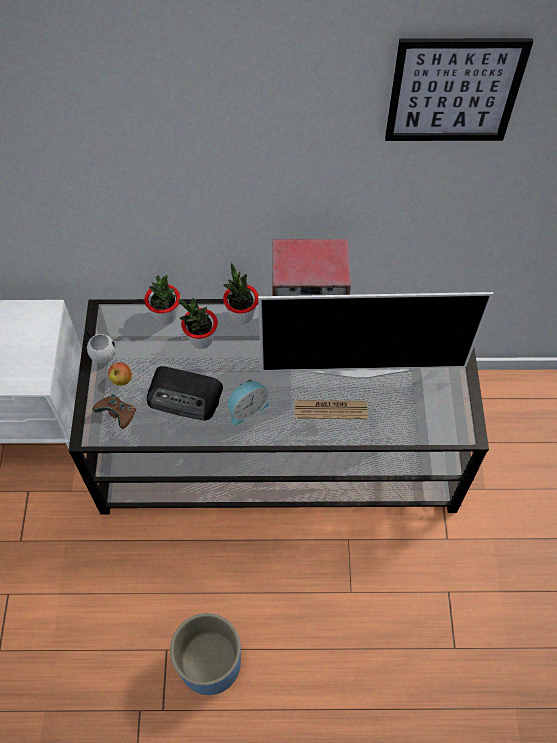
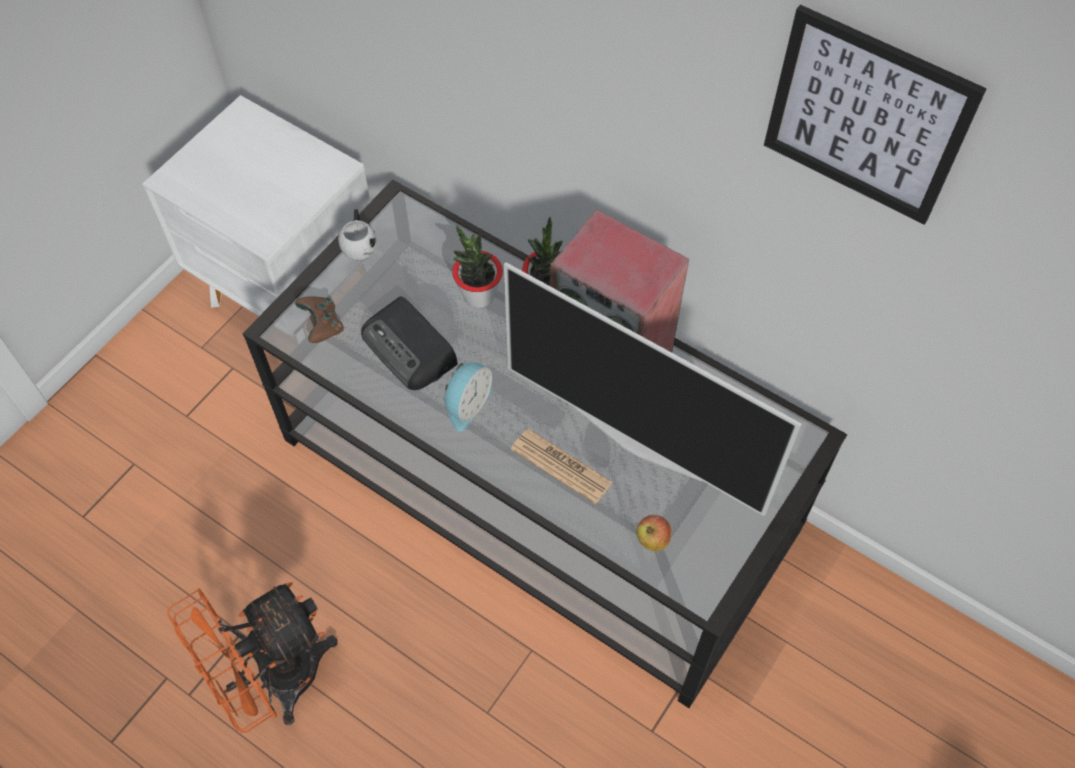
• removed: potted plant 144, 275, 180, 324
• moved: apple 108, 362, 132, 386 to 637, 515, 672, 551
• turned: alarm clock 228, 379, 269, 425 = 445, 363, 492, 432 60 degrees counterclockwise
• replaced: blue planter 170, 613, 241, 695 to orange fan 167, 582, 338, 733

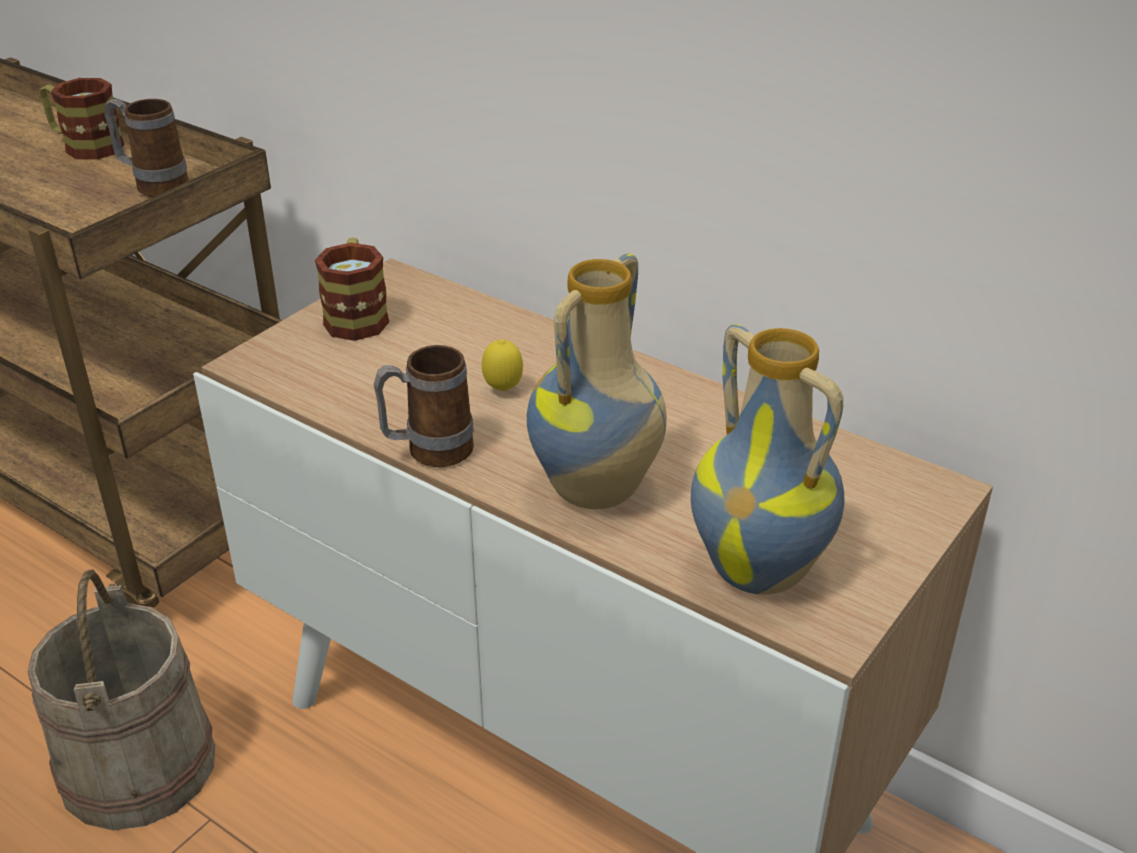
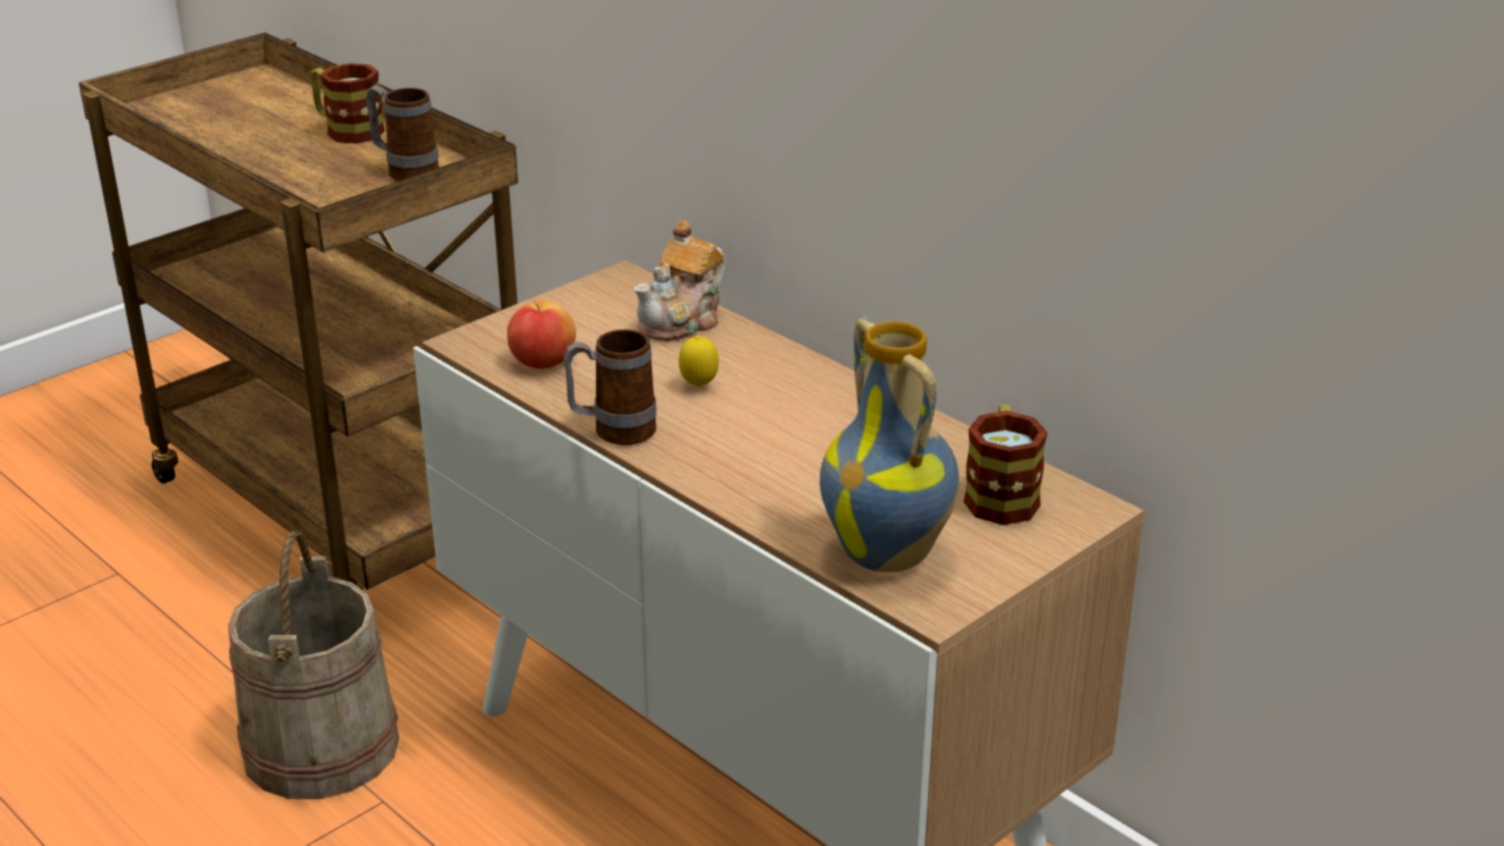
• moved: mug 315, 238, 389, 341 to 963, 404, 1048, 525
• removed: vase 527, 254, 667, 509
• added: teapot 633, 220, 726, 341
• added: apple 507, 300, 576, 369

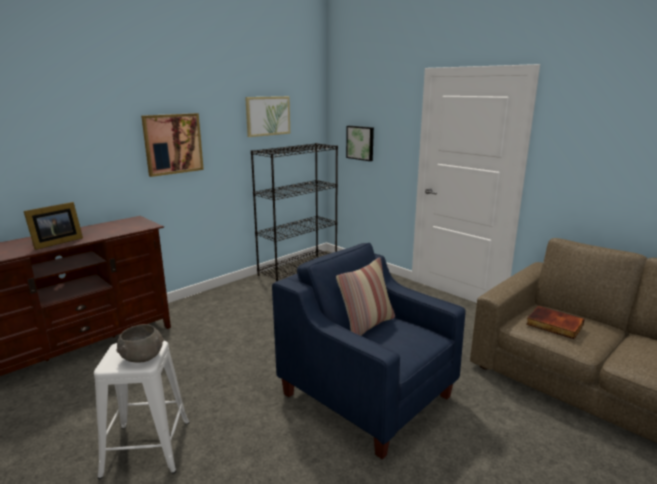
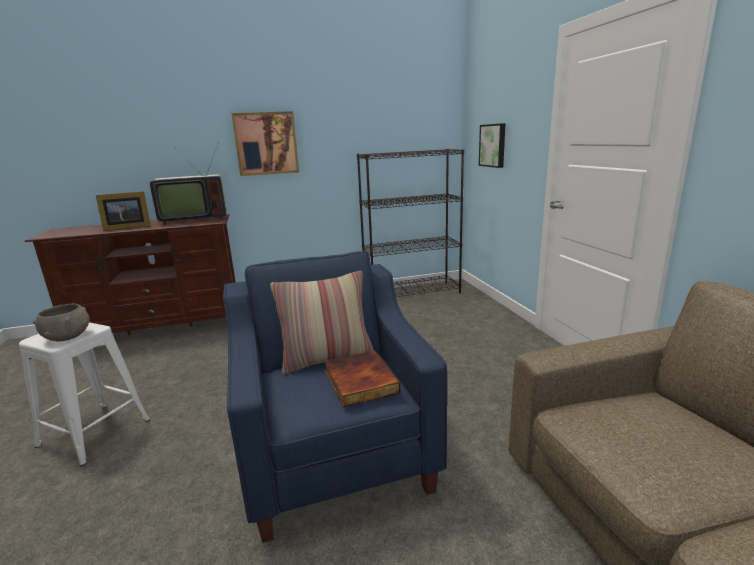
• removed: picture 245, 96, 290, 137
• moved: book 526, 306, 585, 339 to 324, 350, 401, 407
• added: television 150, 142, 227, 225

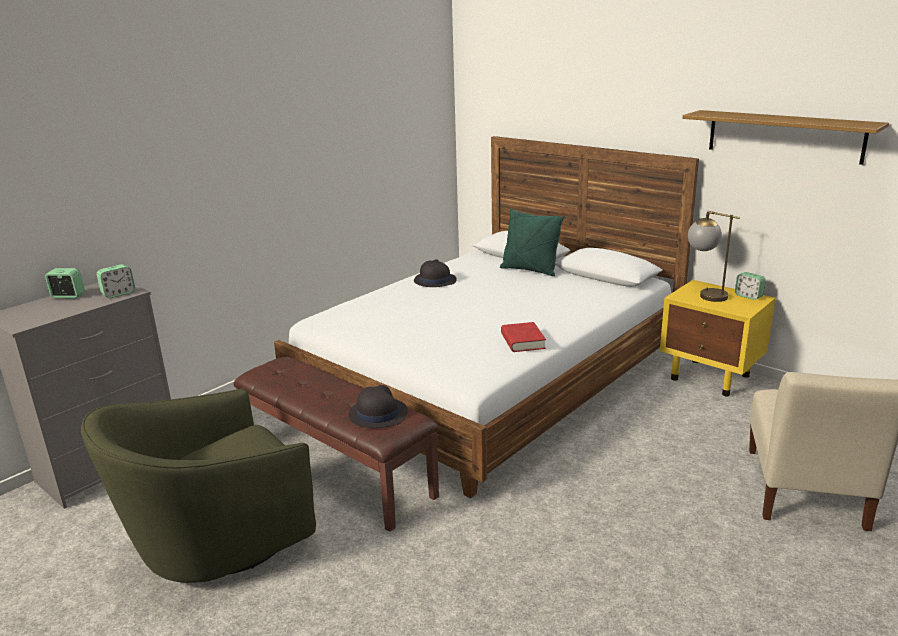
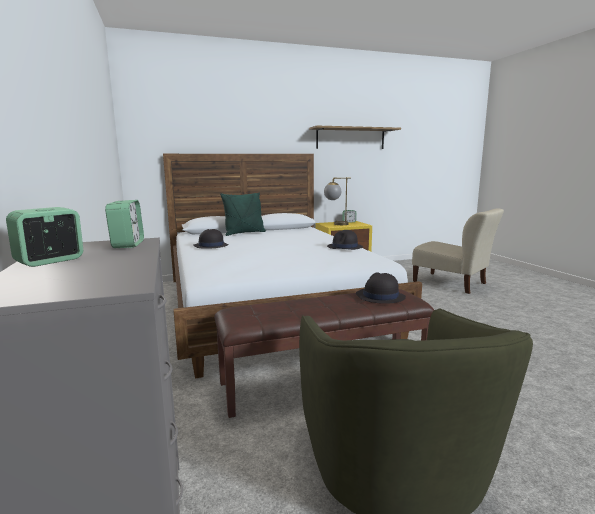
• replaced: red book 501, 322, 546, 352 to black hat 327, 230, 363, 250

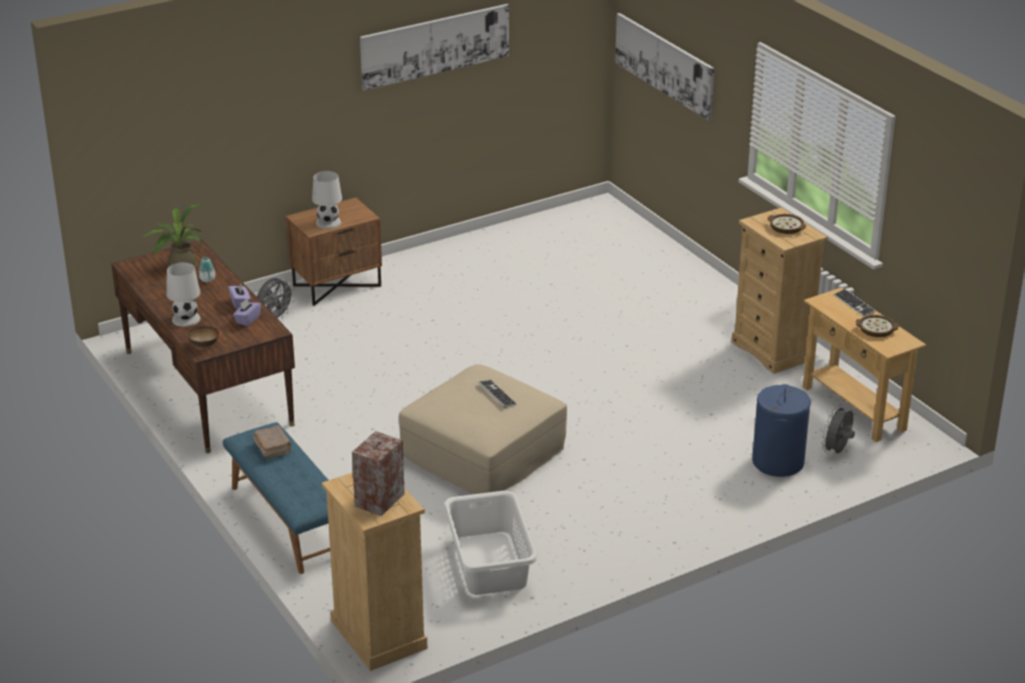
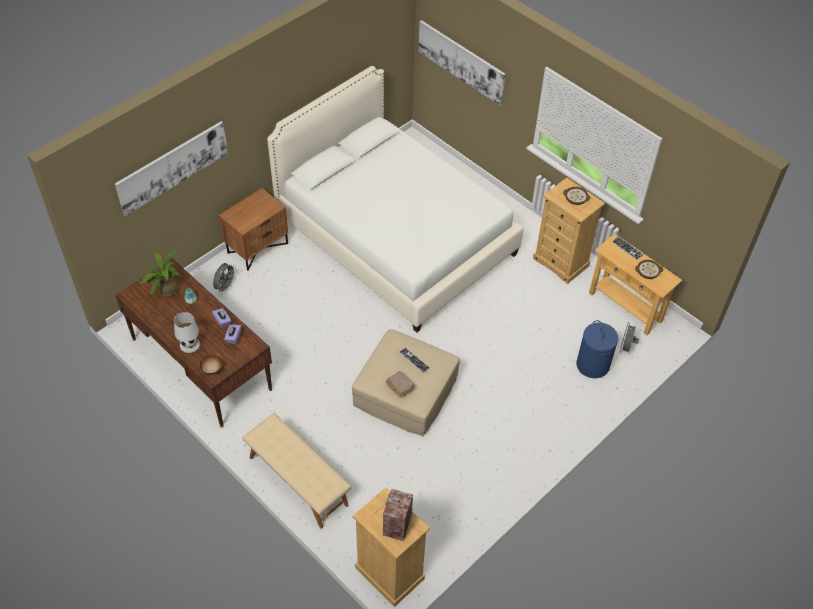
• moved: picture 360, 4, 509, 90 to 115, 121, 228, 216
• removed: white table lamp 312, 171, 342, 229
• recoloured: blue bench 223, 422, 330, 574 to beige bench 242, 413, 351, 529
• moved: brown book 253, 425, 292, 458 to 386, 371, 415, 398
• removed: white laundry basket 444, 491, 537, 595
• added: white bed 267, 66, 523, 333

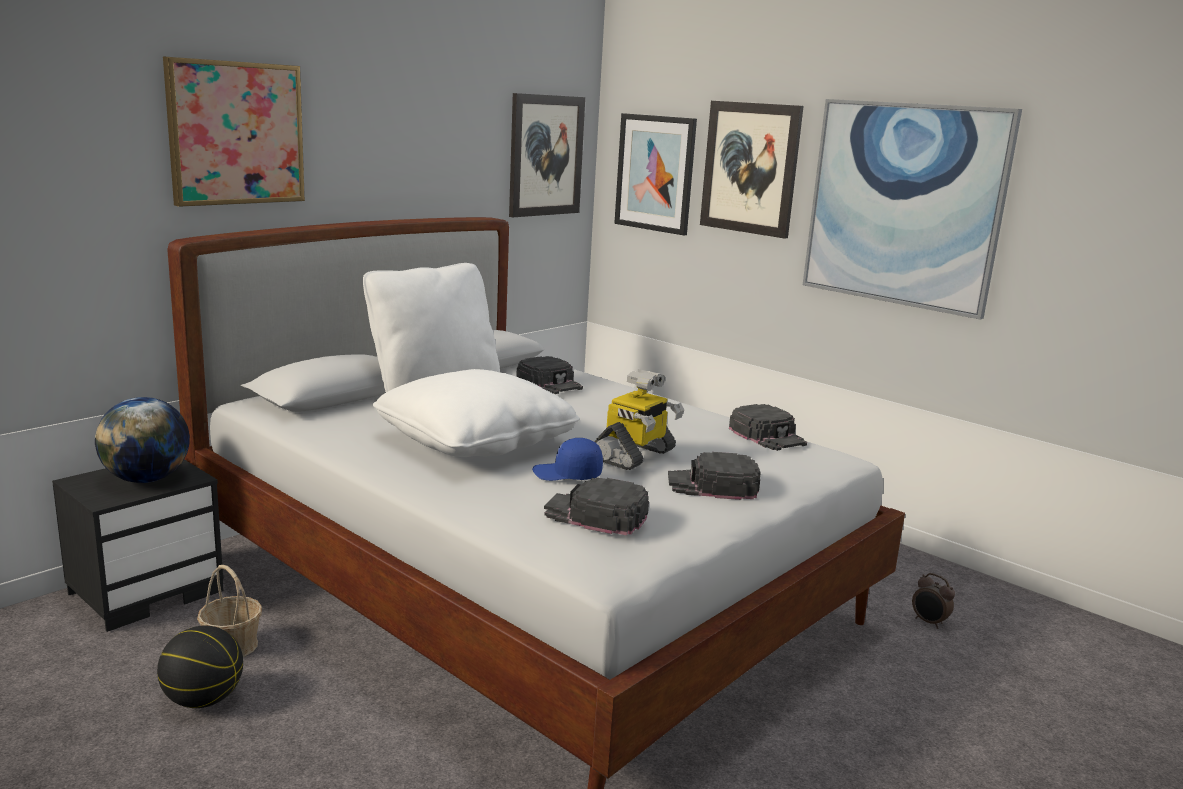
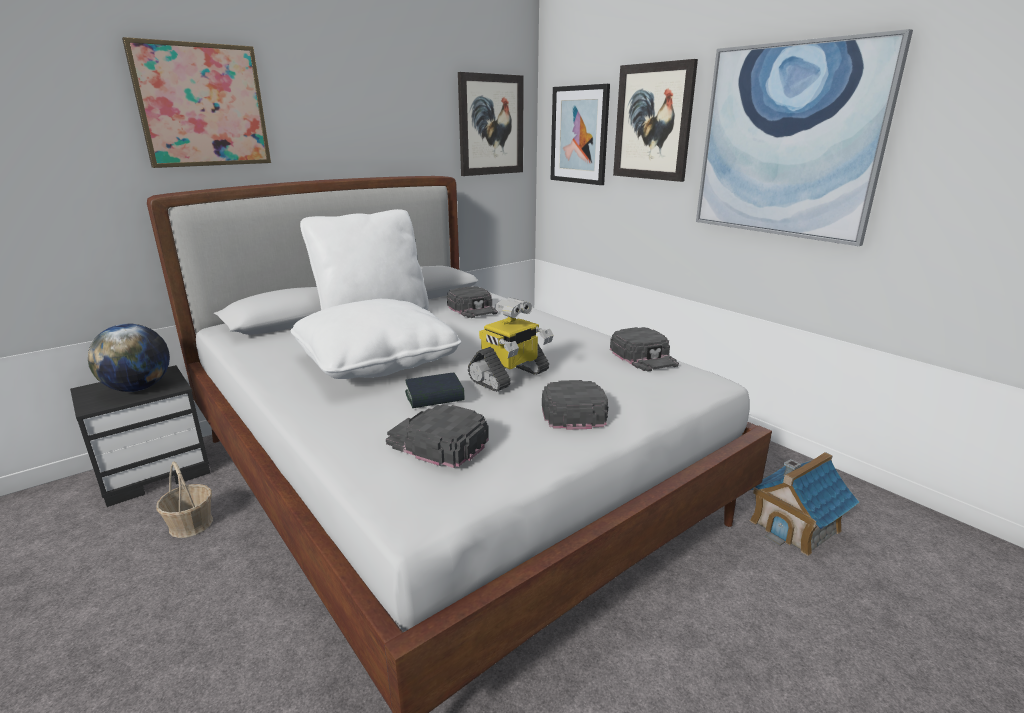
• replaced: blue cap 532, 438, 603, 481 to book 405, 372, 465, 408
• turned: black cap 668, 452, 761, 500 = 542, 380, 608, 430 75 degrees clockwise
• replaced: alarm clock 912, 573, 955, 629 to toy house 750, 452, 859, 556
• removed: basketball 157, 626, 243, 708

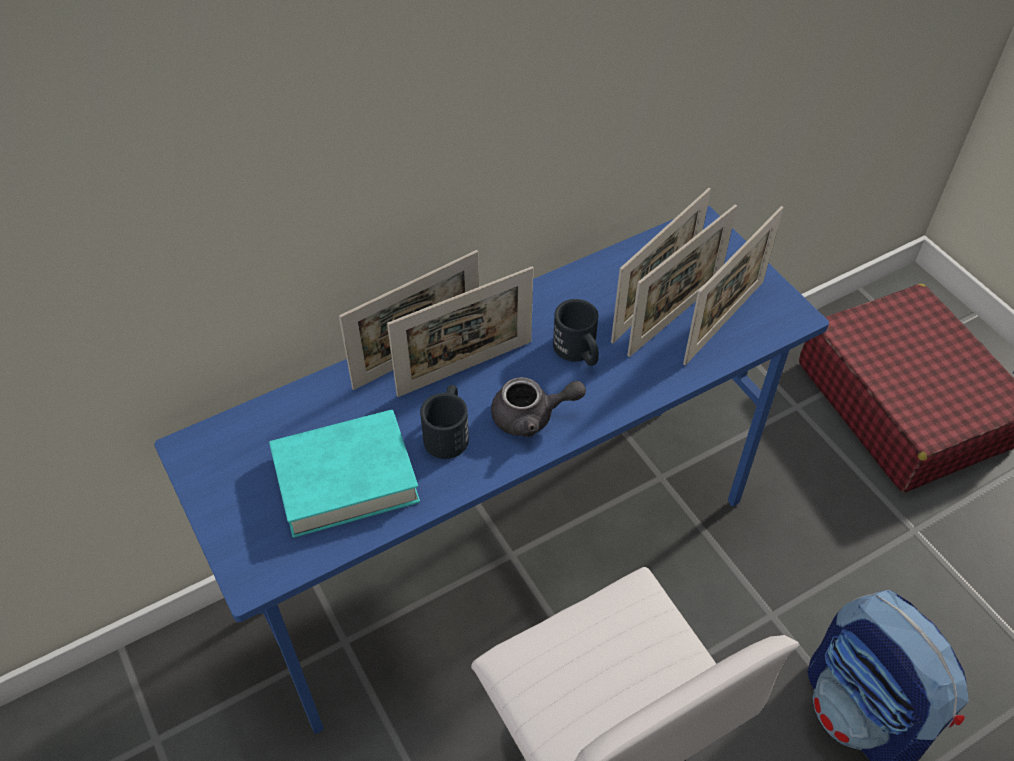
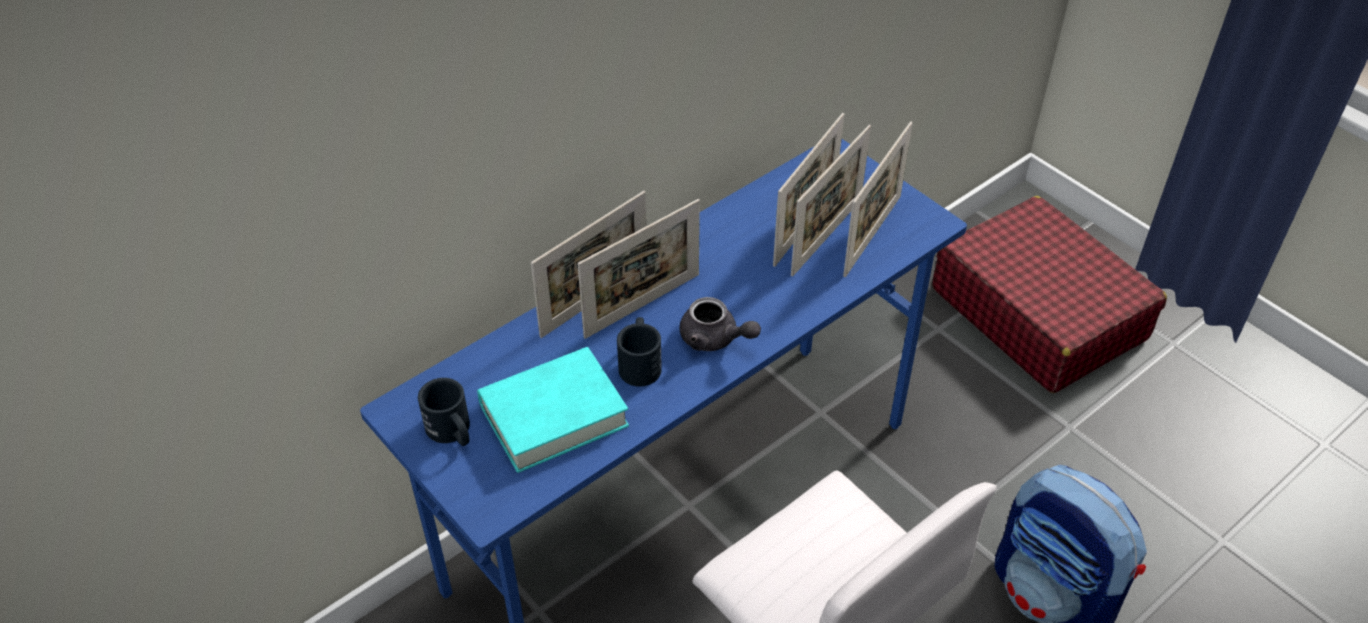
• moved: black mug 553, 299, 599, 366 to 418, 378, 470, 446
• turned: grey teapot 491, 377, 586, 437 = 680, 297, 761, 351 45 degrees clockwise

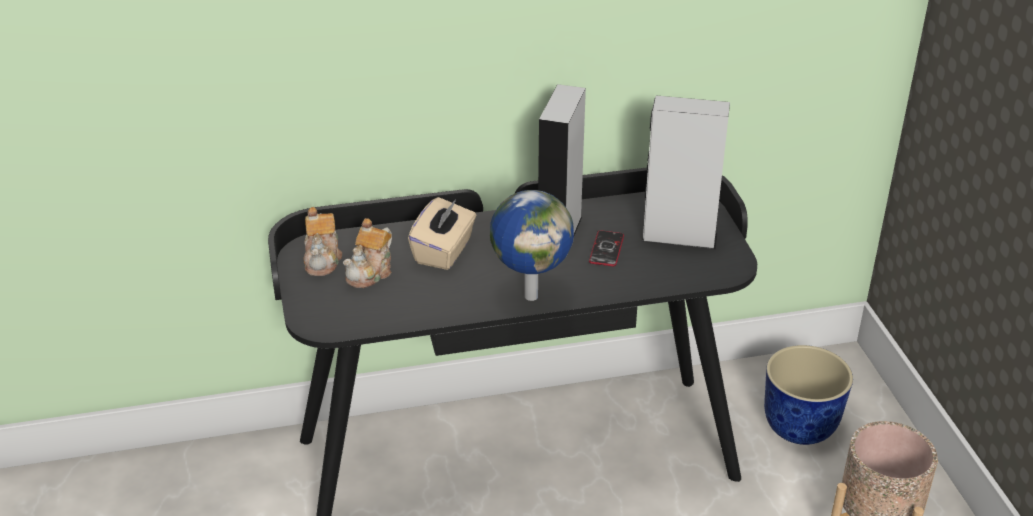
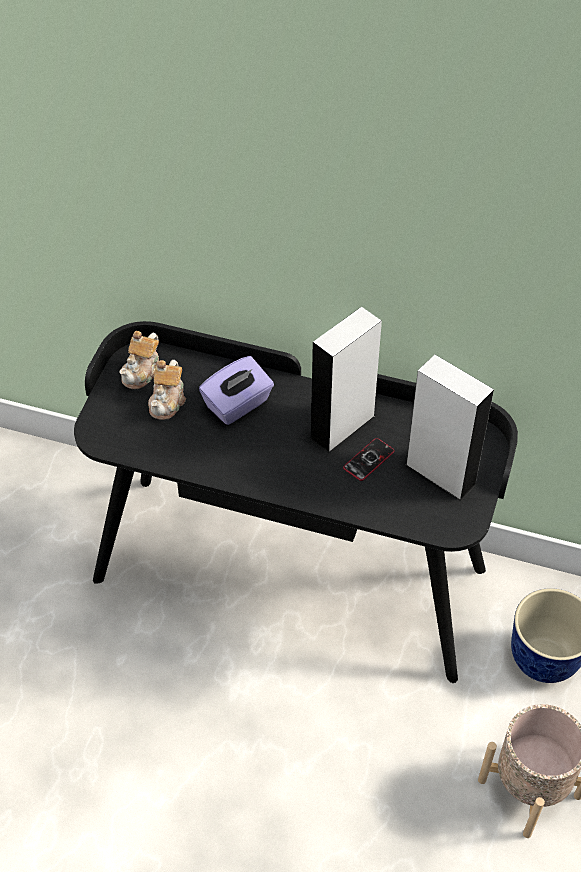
• removed: globe 490, 190, 574, 301
• recoloured: beige tissue box 408, 197, 477, 270 to purple tissue box 199, 356, 274, 425
• turned: teapot 343, 218, 392, 288 = 148, 360, 186, 420 45 degrees counterclockwise

